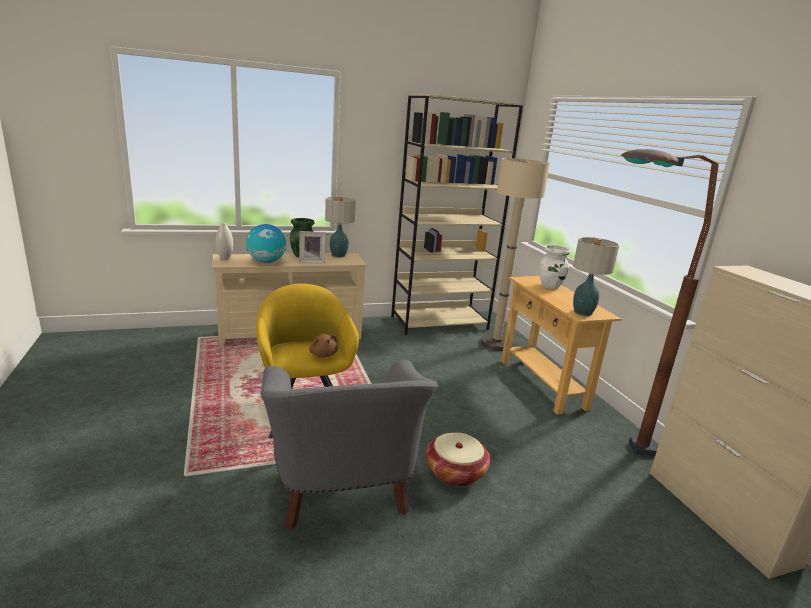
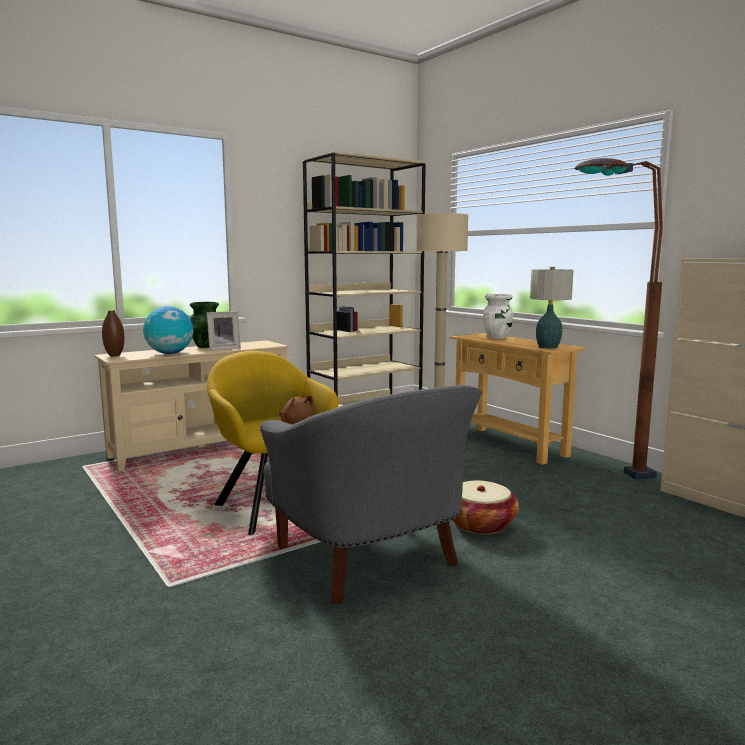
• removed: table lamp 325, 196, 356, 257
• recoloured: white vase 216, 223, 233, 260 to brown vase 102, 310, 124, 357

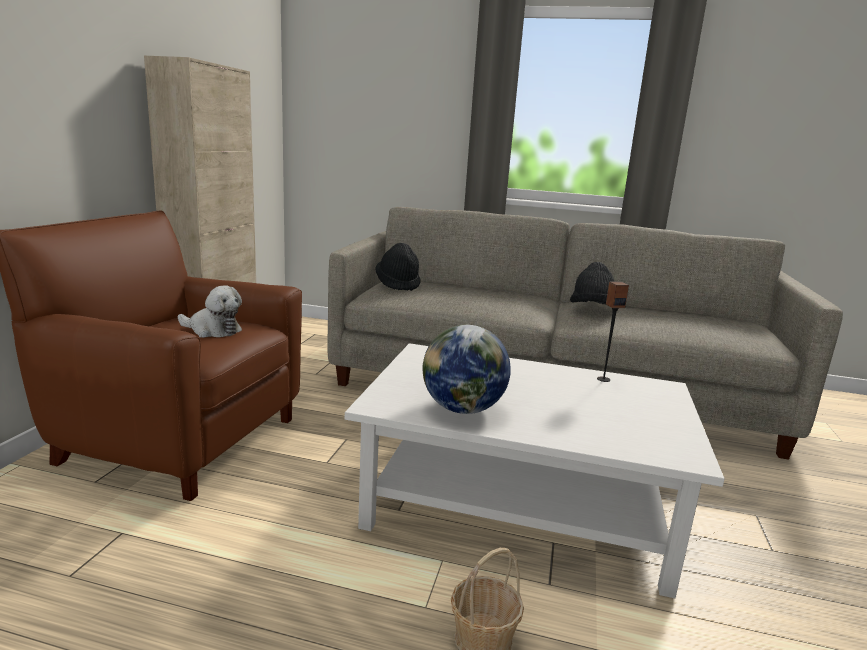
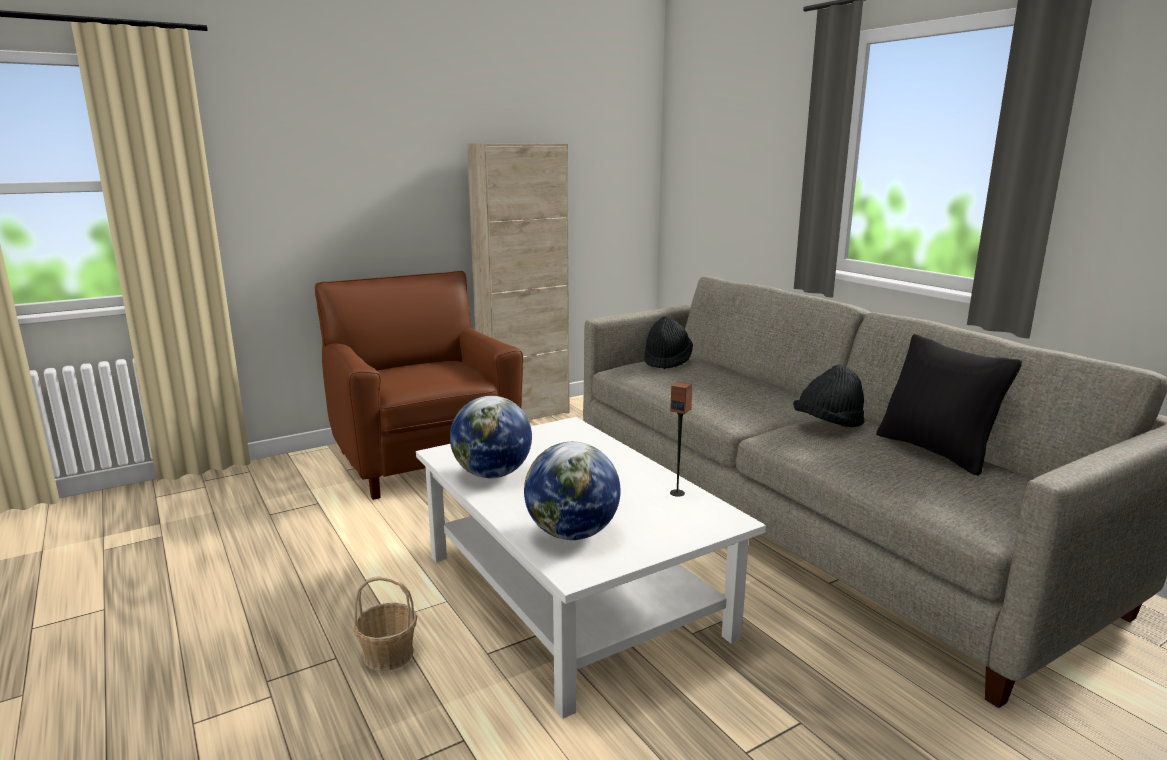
• removed: plush toy 178, 285, 242, 338
• added: black pillow 876, 334, 1022, 476
• added: globe 524, 442, 621, 540

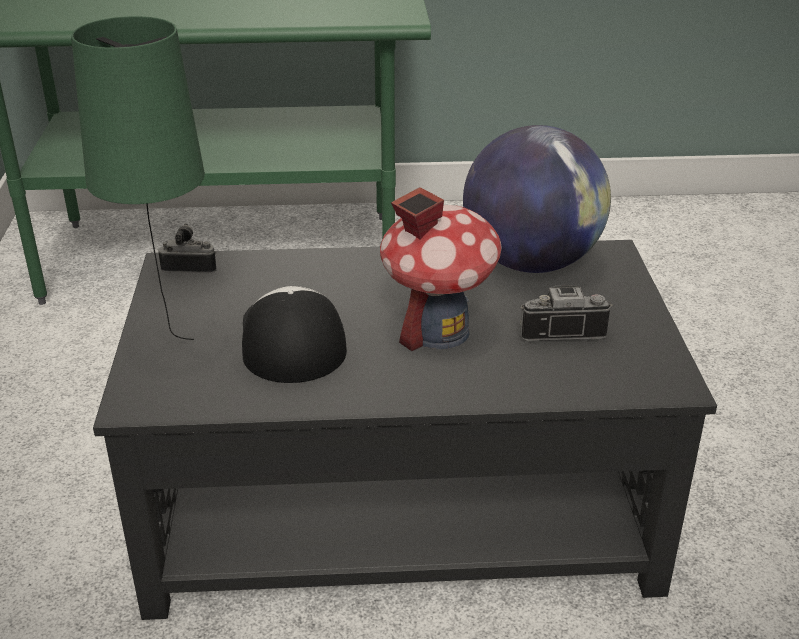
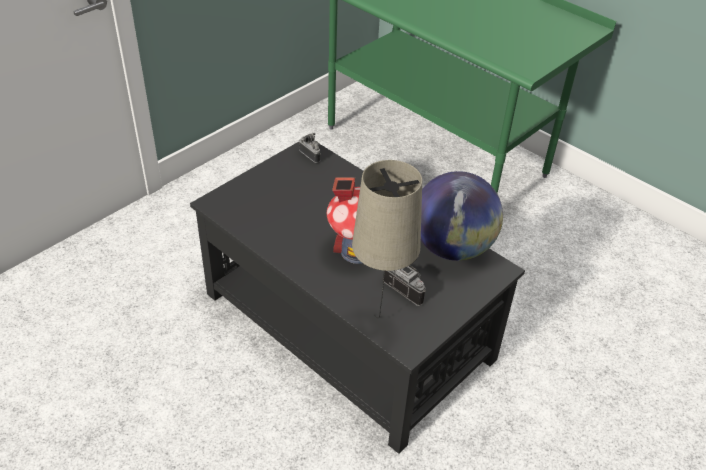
• removed: green table lamp 71, 16, 205, 340
• removed: cap 242, 286, 347, 383
• added: beige table lamp 352, 160, 422, 318

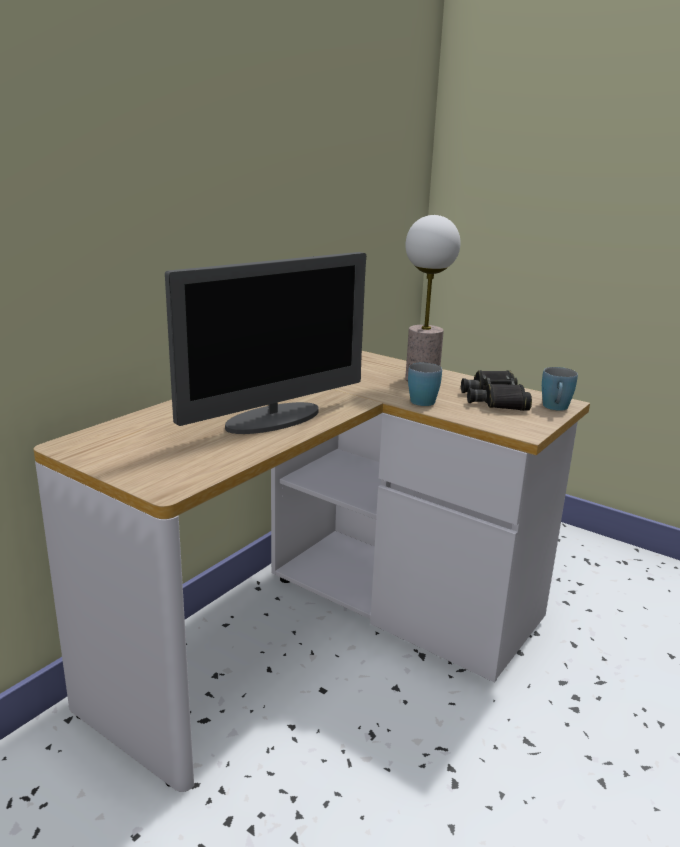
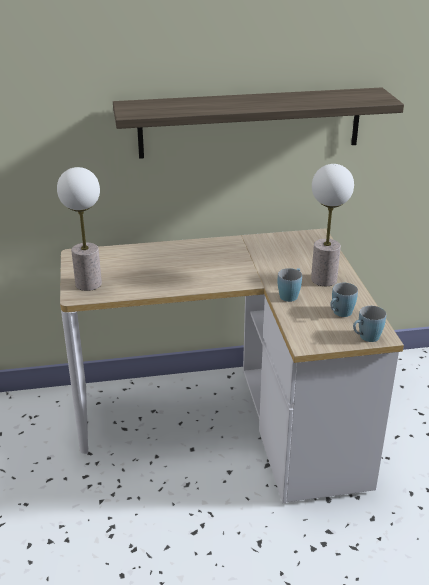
• removed: monitor 165, 252, 366, 434
• replaced: black binoculars 461, 370, 532, 411 to blue mug 330, 283, 358, 317
• added: shelf 113, 88, 404, 159
• added: table lamp 57, 167, 102, 291

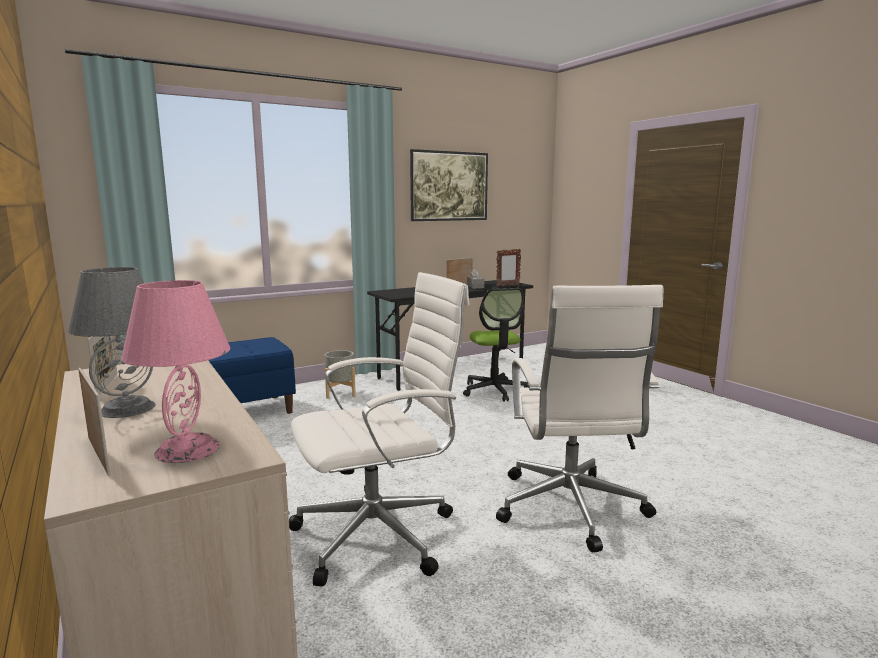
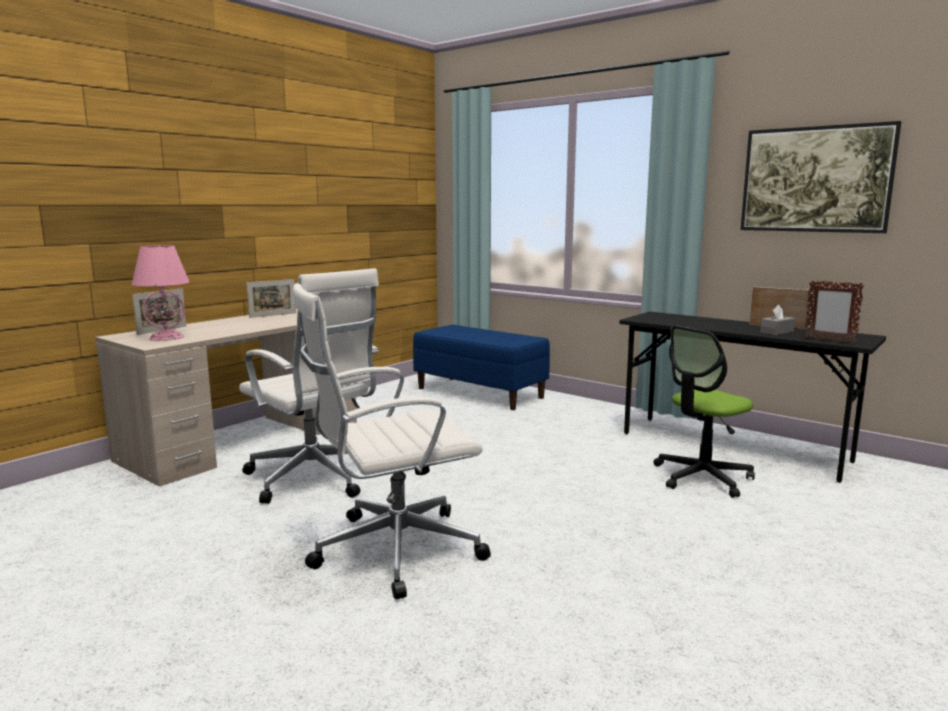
• removed: grey table lamp 68, 267, 155, 418
• removed: grey planter 325, 350, 356, 399

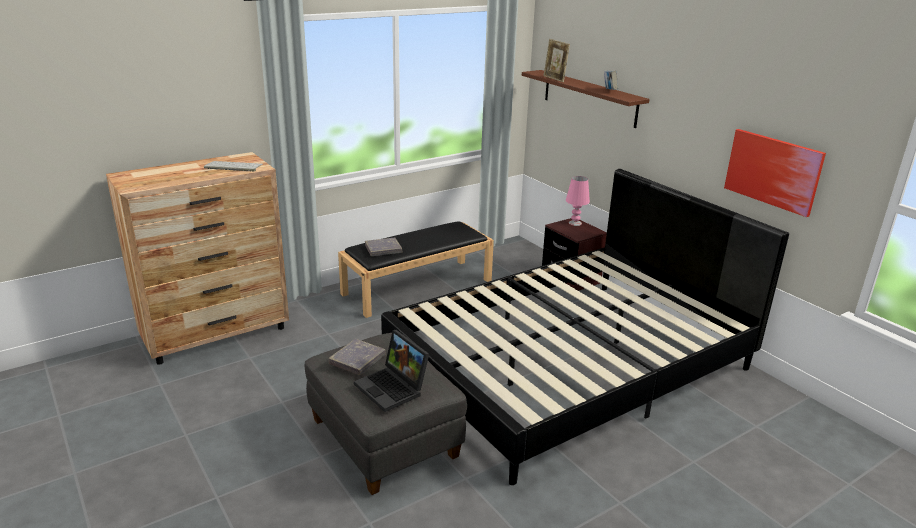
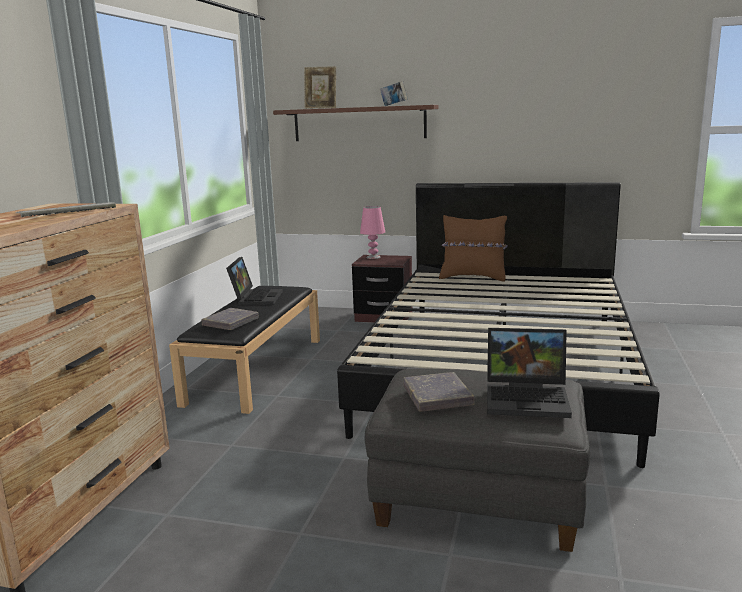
• removed: picture 724, 129, 826, 217
• added: brown pillow 439, 215, 508, 282
• added: laptop 226, 257, 283, 305

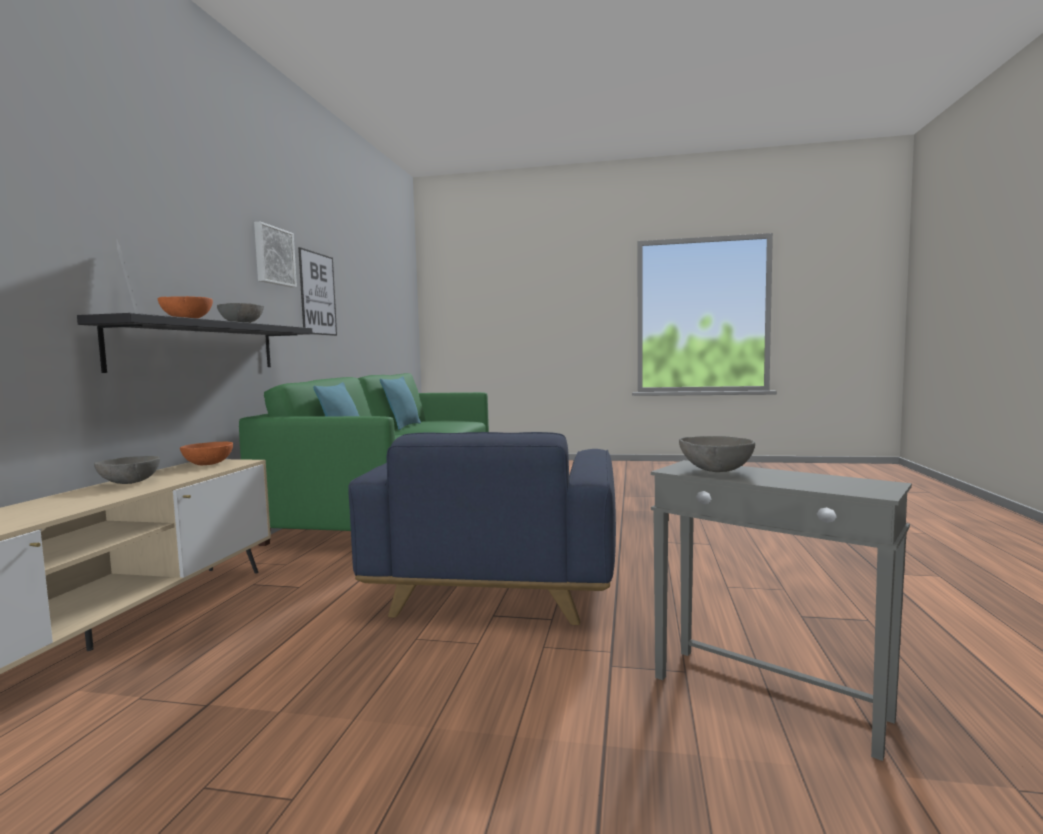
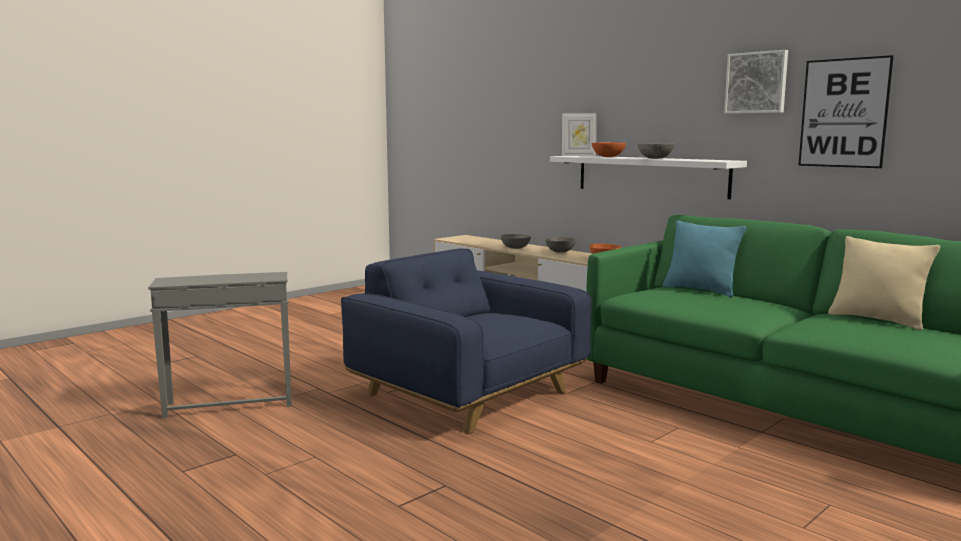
• recoloured: black shelf 77, 313, 313, 373 to white shelf 550, 156, 747, 199
• recoloured: turquoise pillow 380, 376, 421, 430 to beige pillow 828, 236, 940, 330
• moved: grey bowl 679, 436, 755, 472 to 501, 234, 531, 249

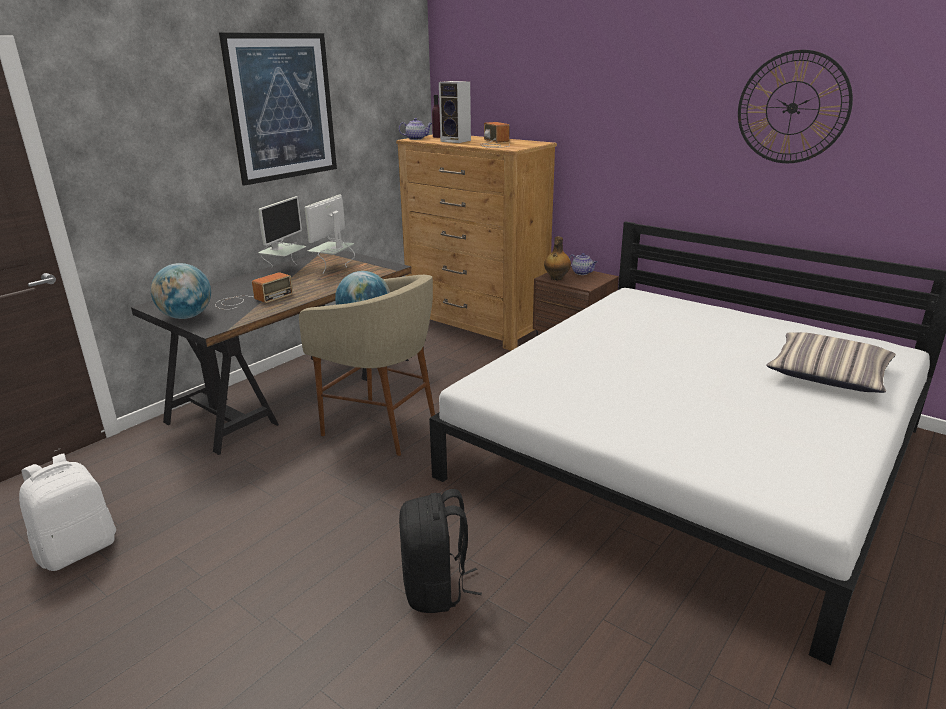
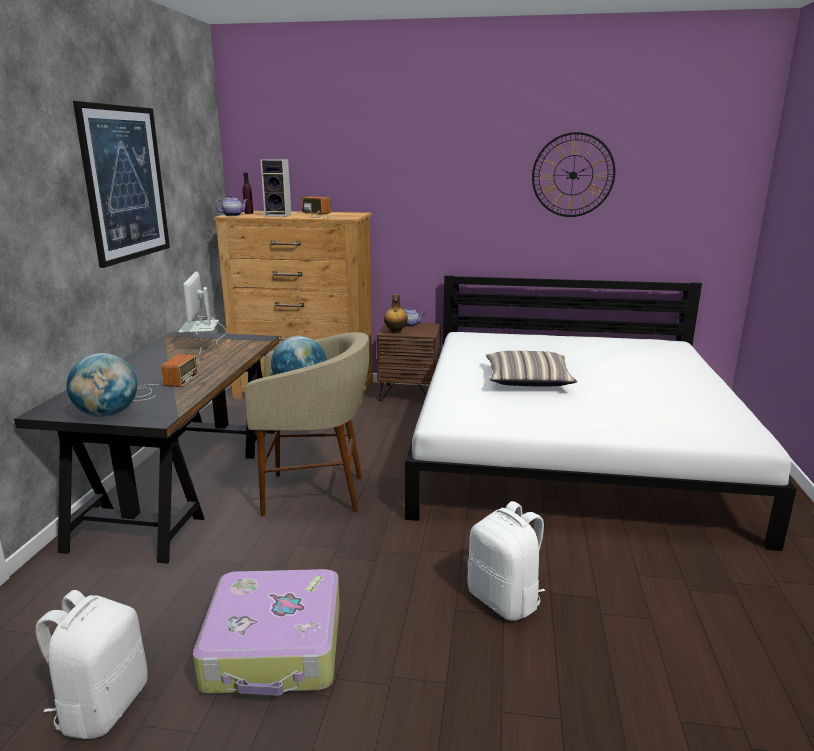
• removed: monitor 258, 196, 306, 268
• moved: pillow 766, 332, 896, 393 to 486, 351, 577, 387
• recoloured: black backpack 399, 489, 482, 613 to white backpack 467, 501, 545, 621
• added: suitcase 193, 569, 340, 696

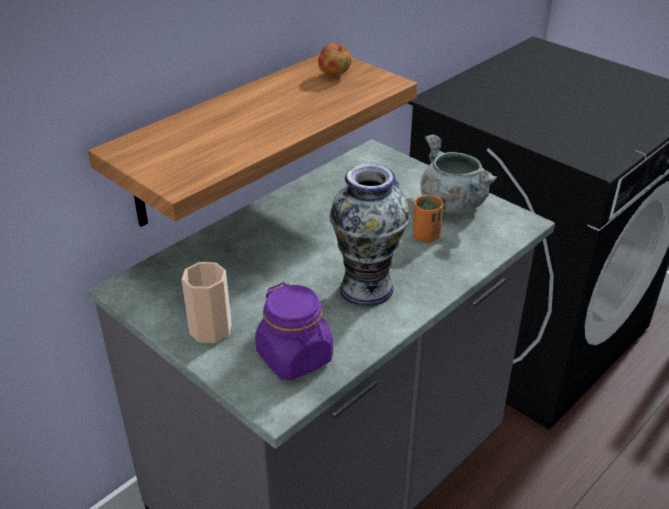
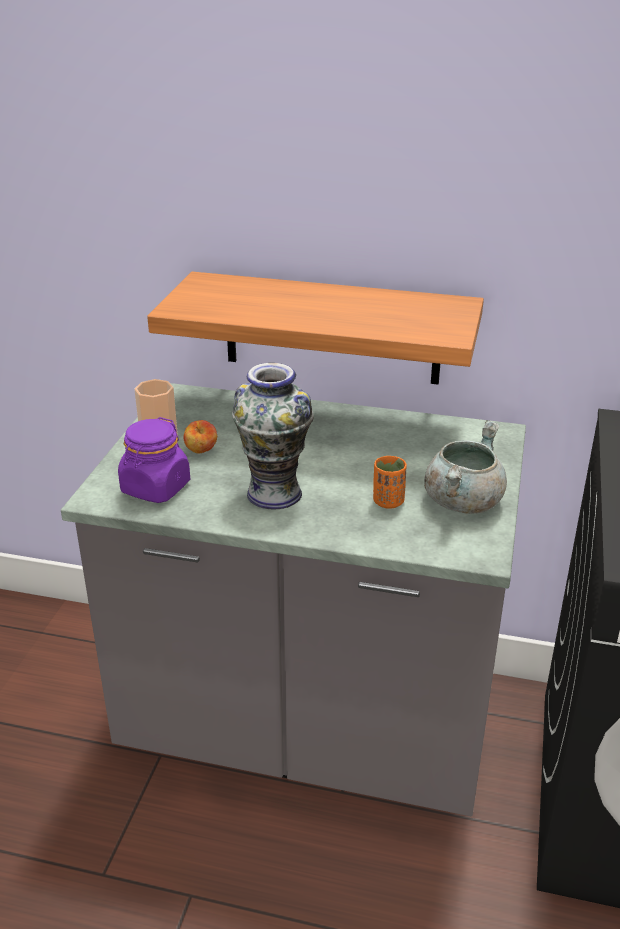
• moved: apple 318, 43, 352, 77 to 183, 420, 217, 454

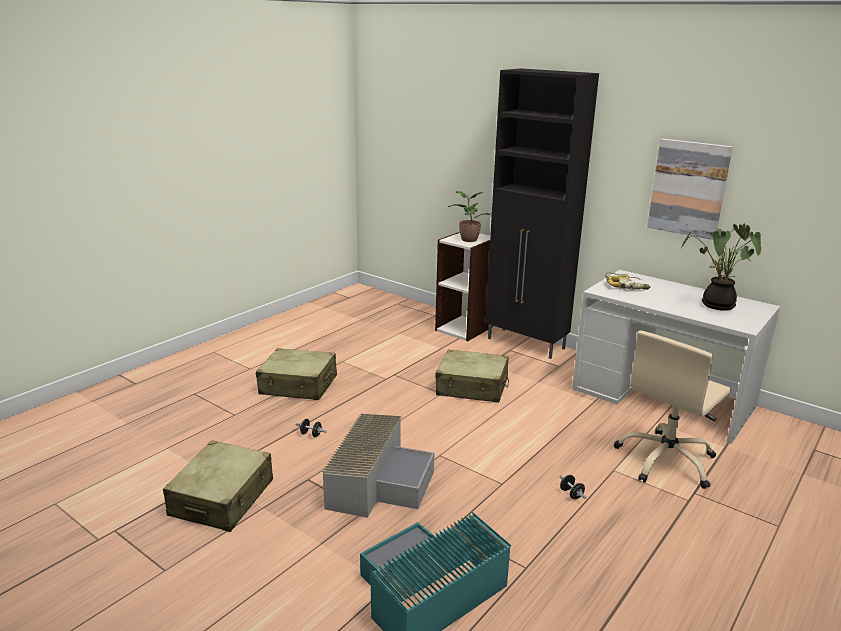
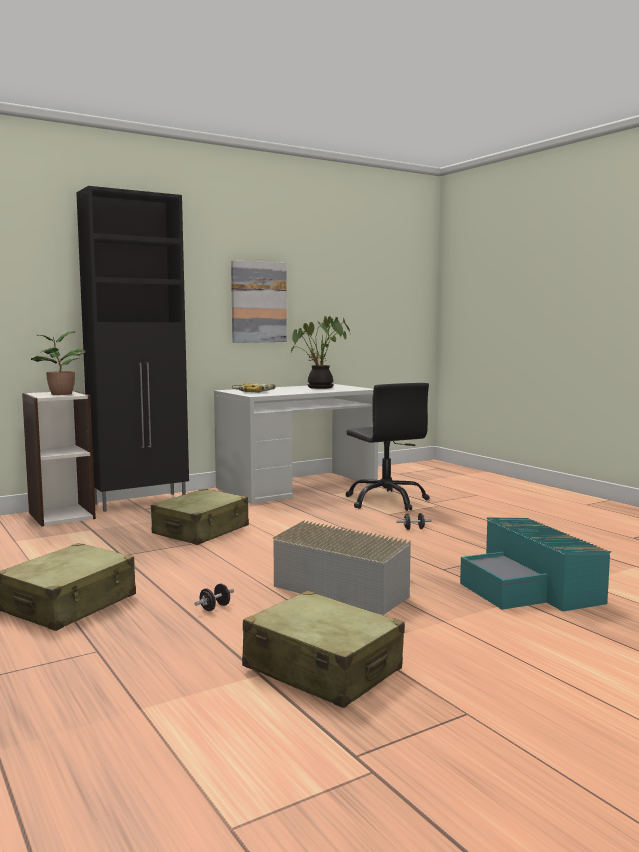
• recoloured: beige office chair 614, 330, 731, 489 to black office chair 346, 383, 429, 511

